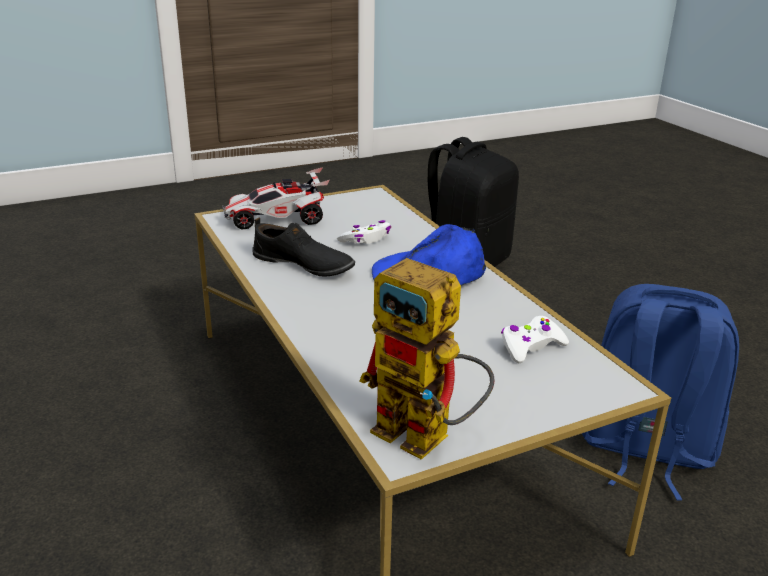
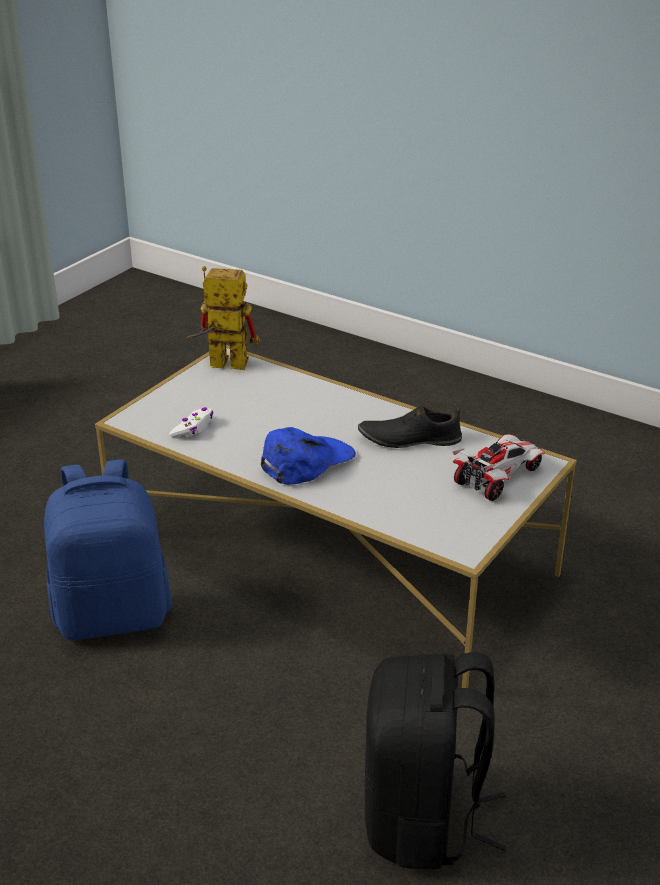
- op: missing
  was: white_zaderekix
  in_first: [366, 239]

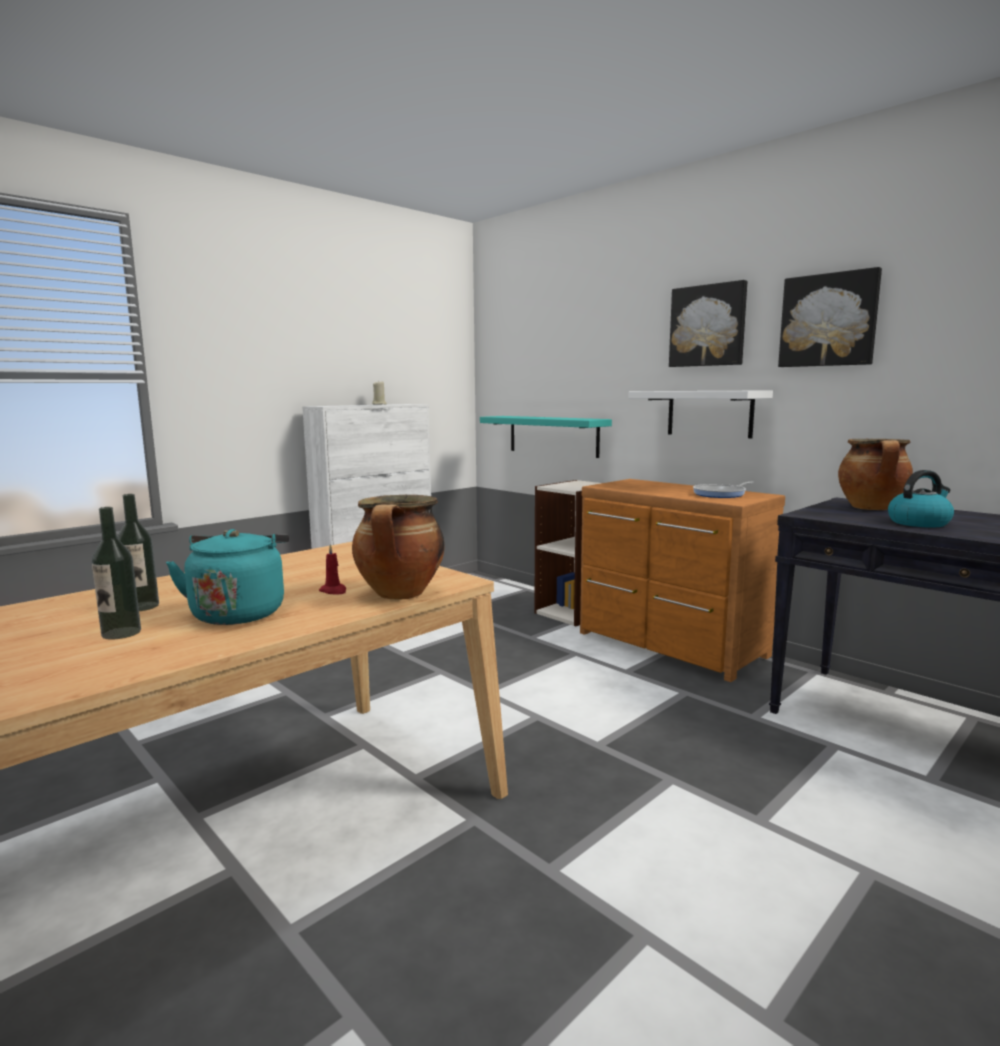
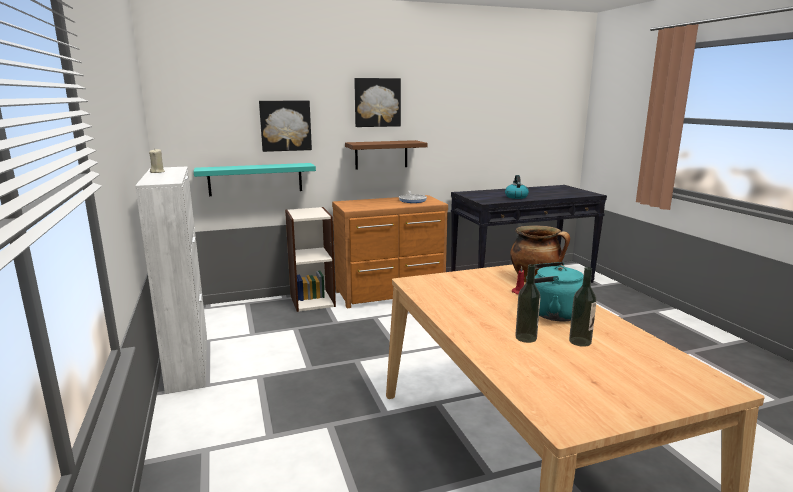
- op: relocated
  was: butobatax
  in_first: [829, 320]
  in_second: [285, 125]
- op: colour
  was: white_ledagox
  now: brown_ledagox
  in_first: [709, 413]
  in_second: [381, 154]
- op: missing
  was: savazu
  in_first: [872, 508]

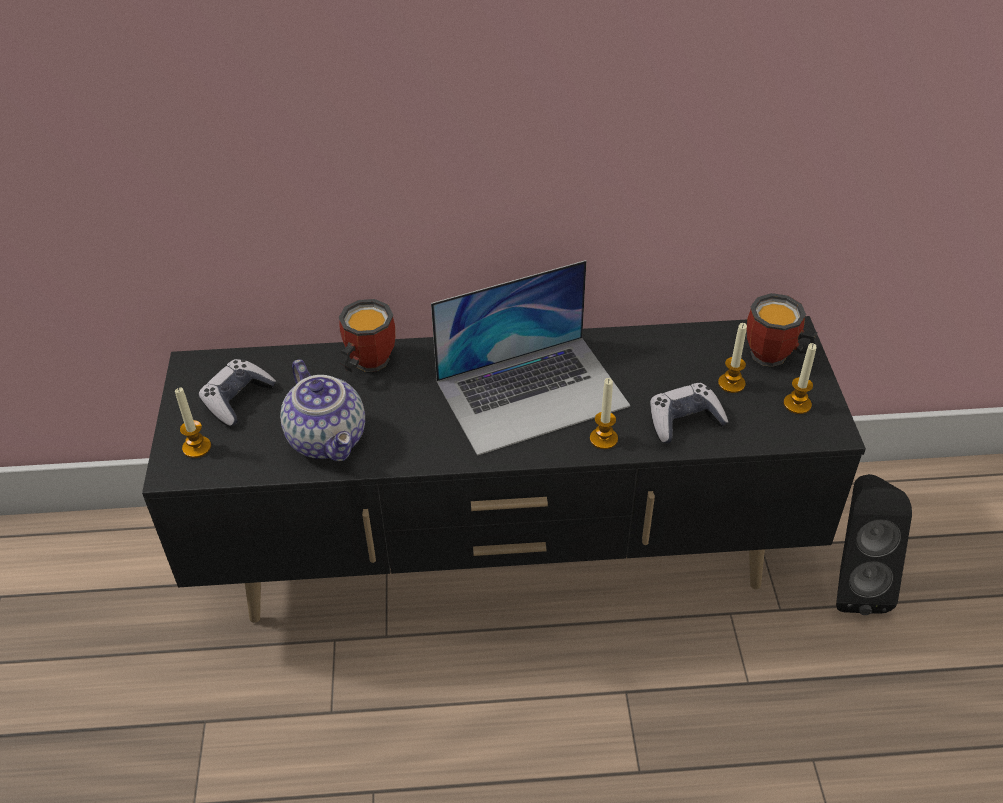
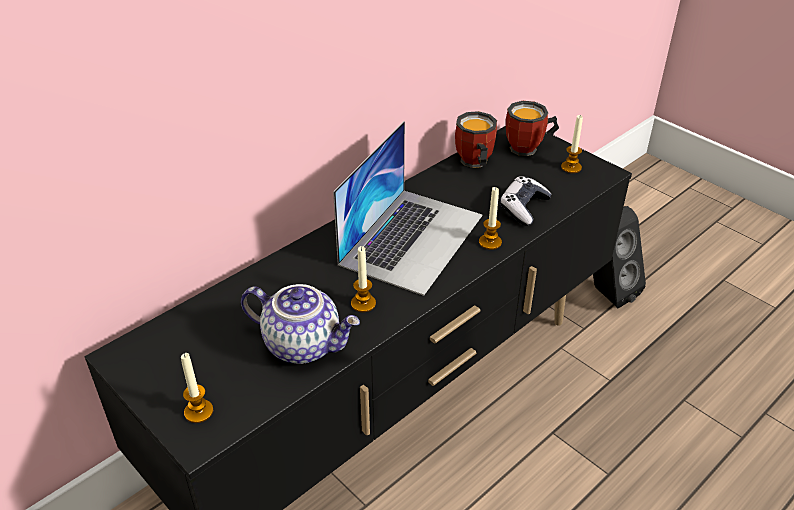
- op: relocated
  was: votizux
  in_first: [365, 363]
  in_second: [473, 163]
- op: relocated
  was: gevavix
  in_first: [731, 383]
  in_second: [363, 303]
- op: missing
  was: zaderekix
  in_first: [237, 399]

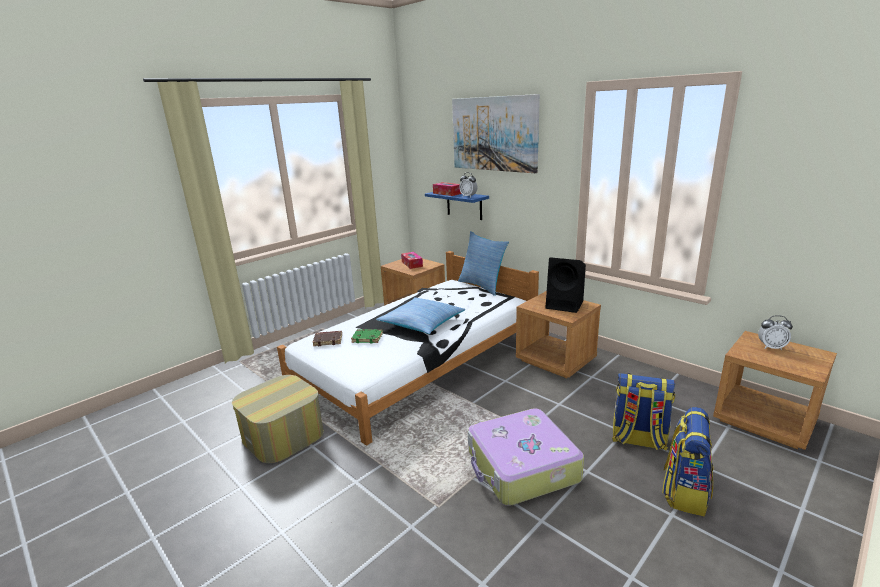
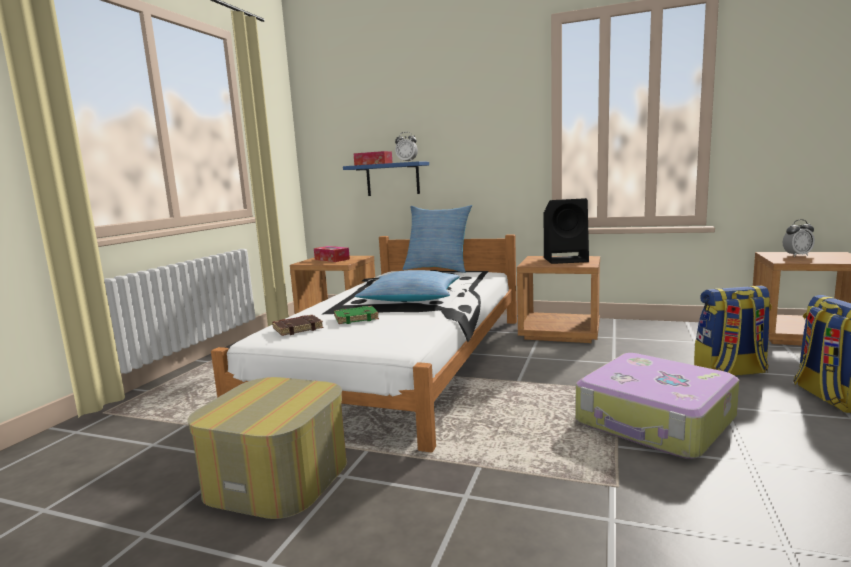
- op: missing
  was: butobatax
  in_first: [494, 134]

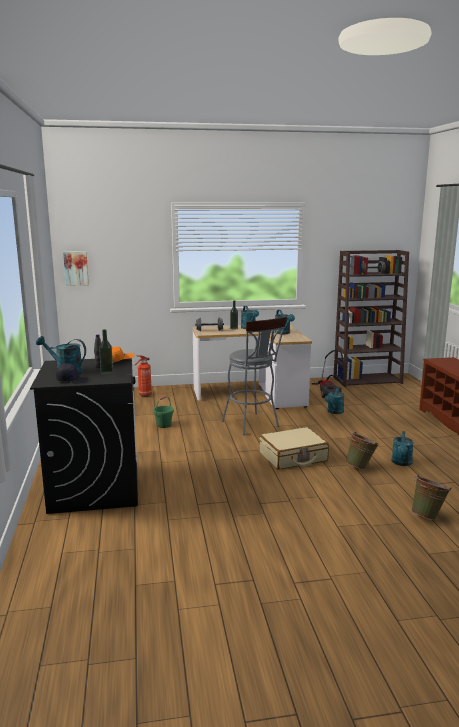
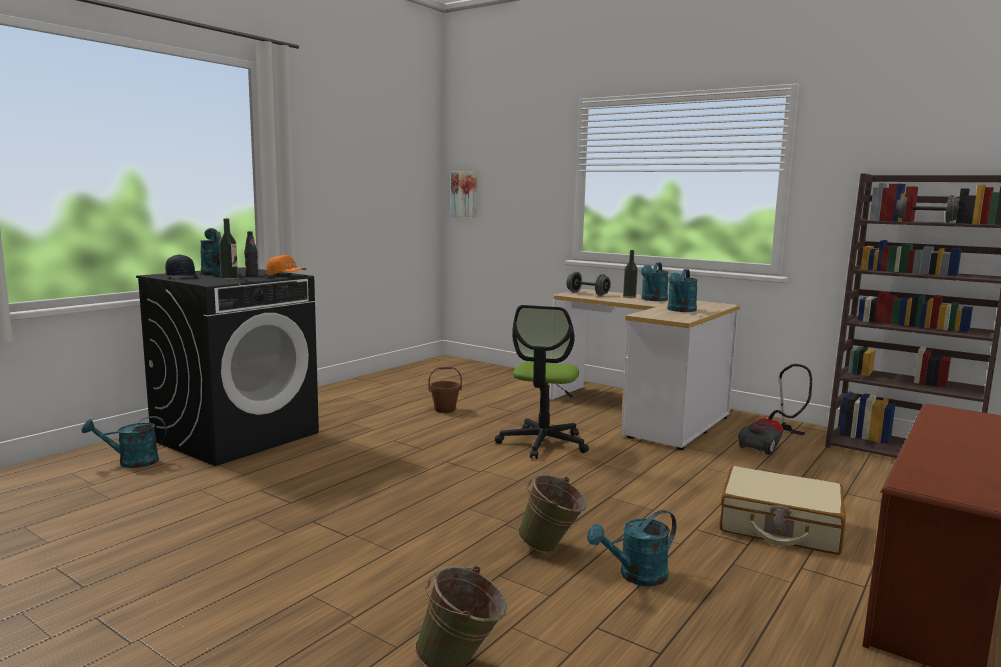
- op: exchanged
  was: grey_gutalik
  now: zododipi
  in_first: [253, 425]
  in_second: [543, 443]
- op: missing
  was: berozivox
  in_first: [144, 395]
- op: relocated
  was: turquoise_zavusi
  in_first: [334, 412]
  in_second: [131, 462]
- op: colour
  was: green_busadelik
  now: brown_busadelik
  in_first: [163, 425]
  in_second: [445, 409]
- op: relocated
  was: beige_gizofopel
  in_first: [293, 457]
  in_second: [779, 526]

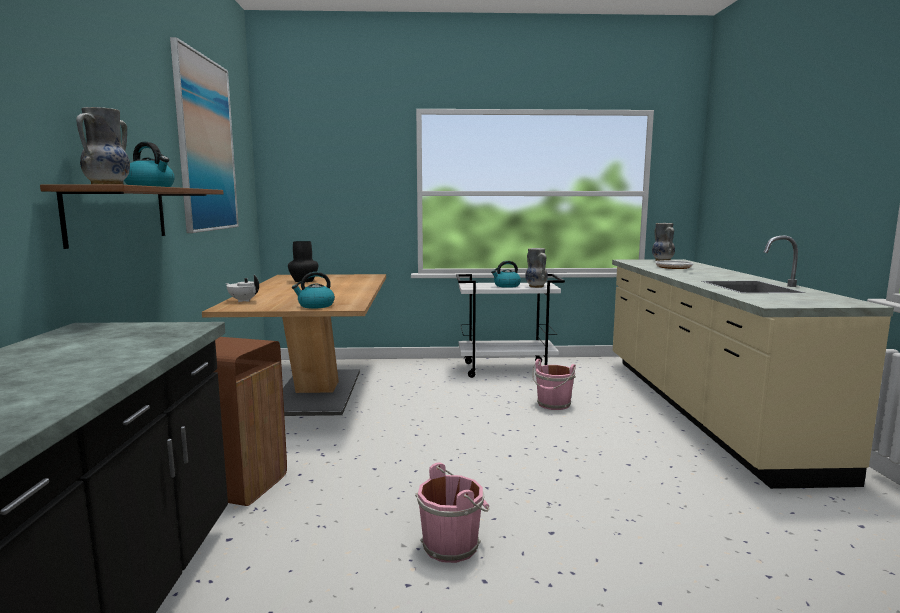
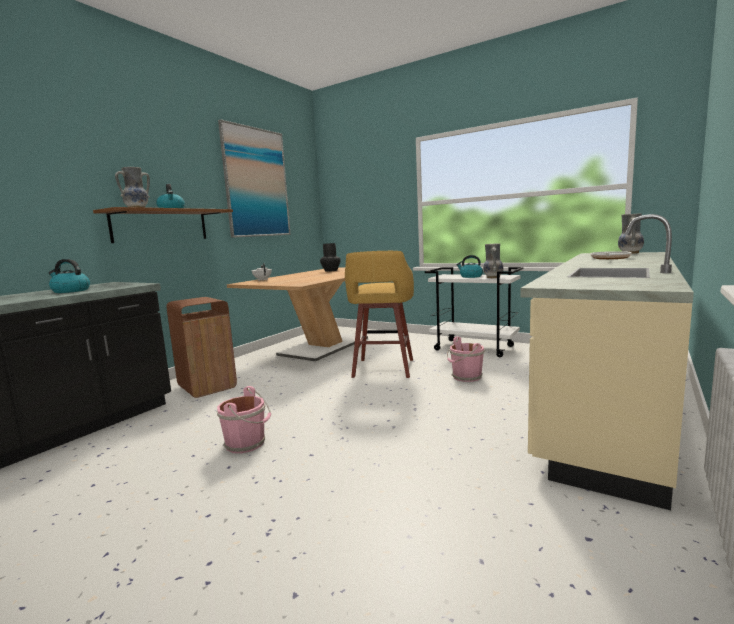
- op: relocated
  was: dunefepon
  in_first: [315, 306]
  in_second: [70, 291]
- op: appeared
  now: yellow_gutalik
  in_second: [383, 369]

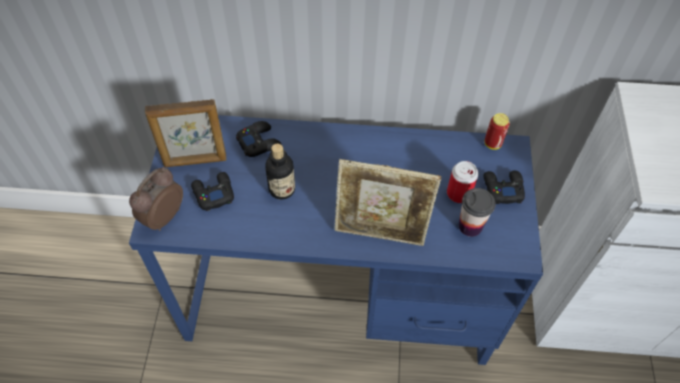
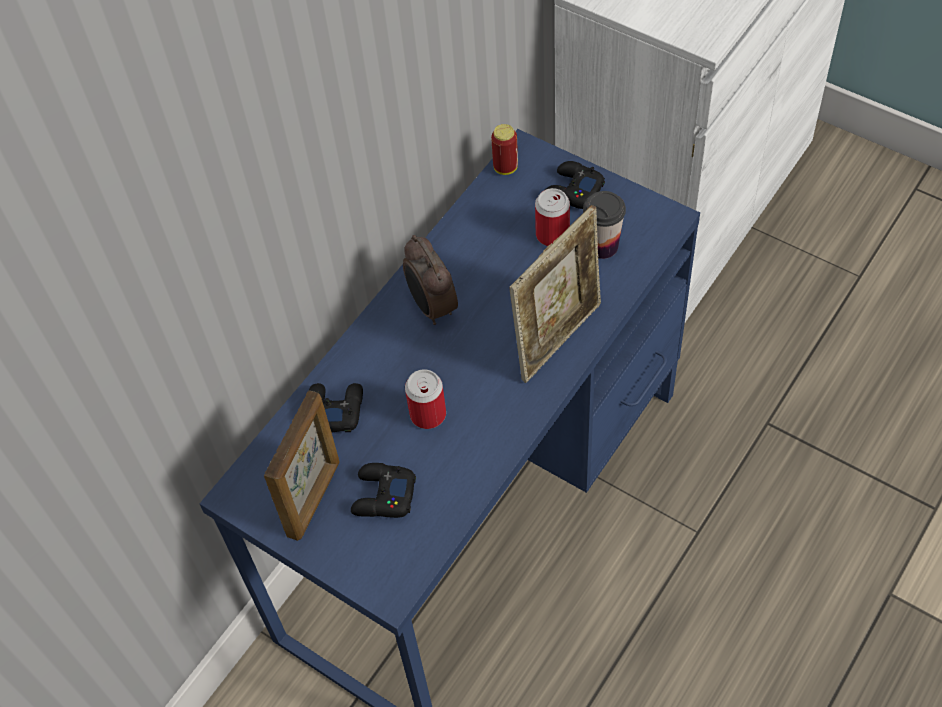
- op: exchanged
  was: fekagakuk
  now: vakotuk
  in_first: [282, 189]
  in_second: [428, 414]
- op: relocated
  was: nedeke
  in_first: [163, 217]
  in_second: [432, 307]

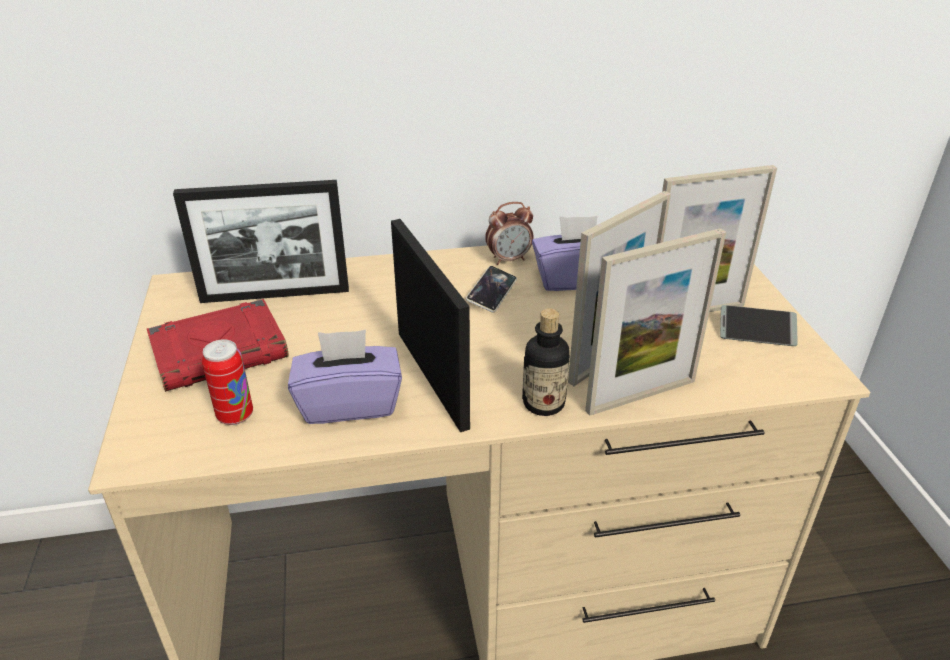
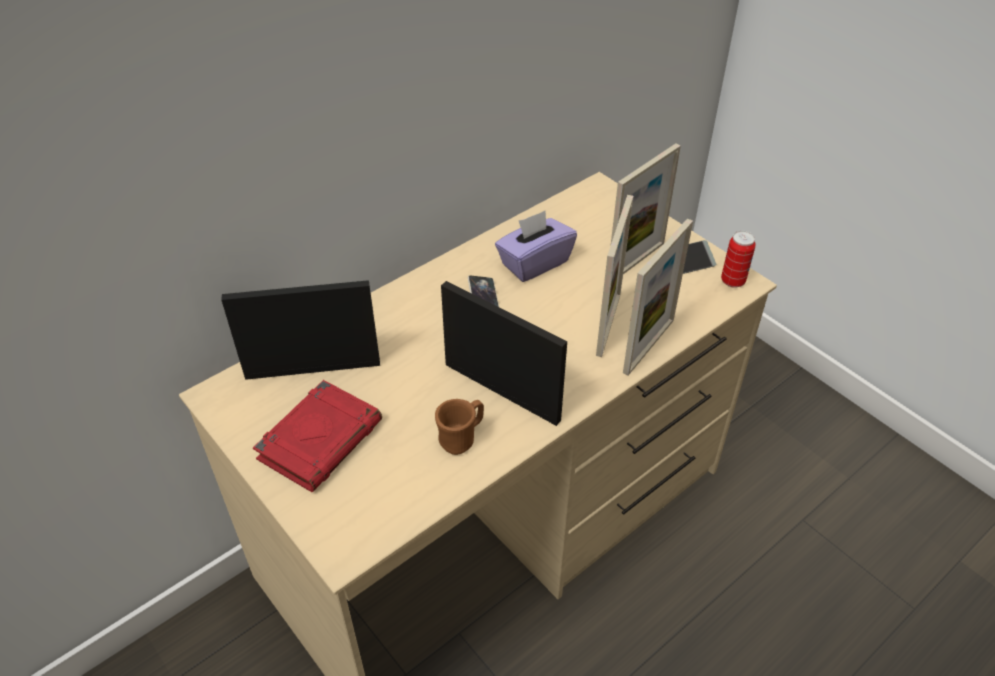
- op: spun
  was: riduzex
  in_first: [275, 295]
  in_second: [313, 369]
  clockwise: -150
- op: missing
  was: nedeke
  in_first: [509, 259]
- op: missing
  was: fekagakuk
  in_first: [543, 403]
- op: exchanged
  was: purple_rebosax
  now: brown_votizux
  in_first: [349, 403]
  in_second: [461, 438]
- op: relocated
  was: vakotuk
  in_first: [235, 415]
  in_second: [733, 281]

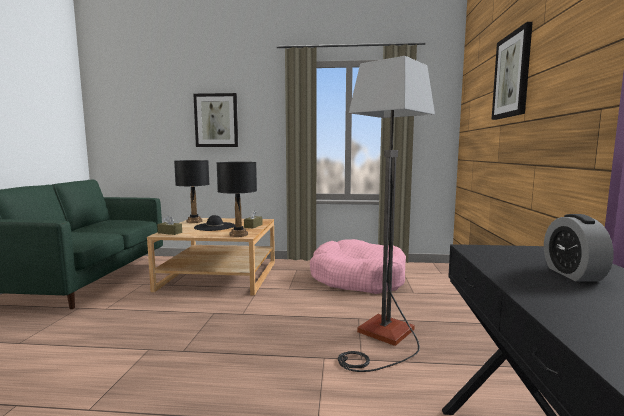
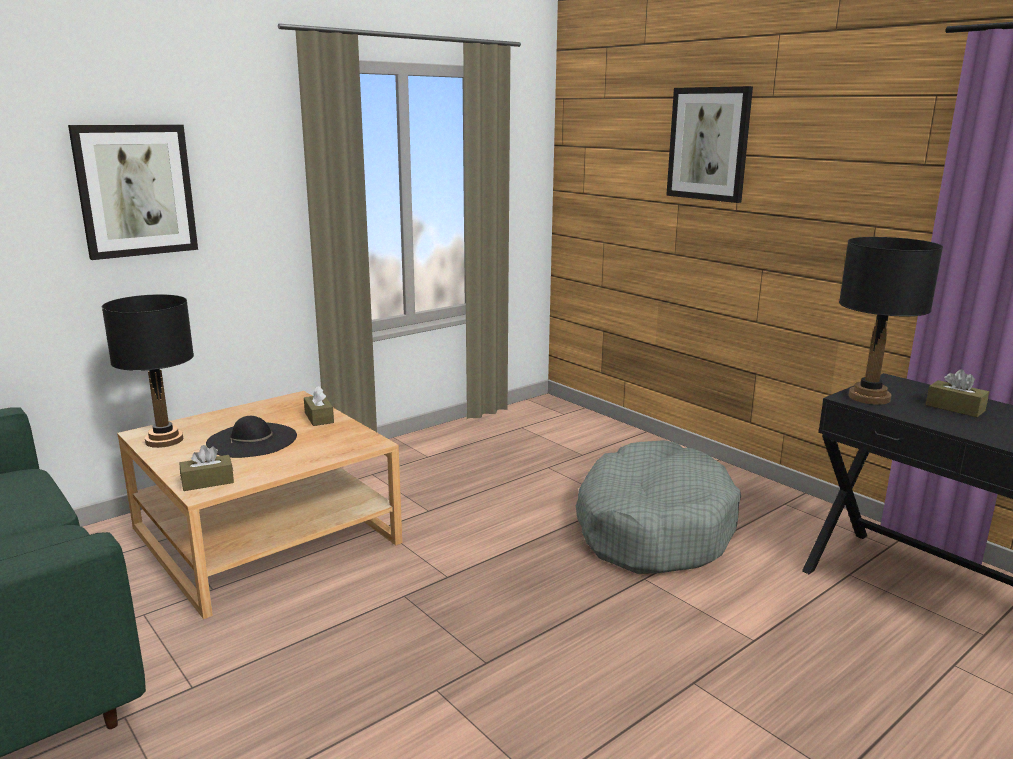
- op: exchanged
  was: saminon
  now: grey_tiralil
  in_first: [382, 338]
  in_second: [653, 527]
- op: relocated
  was: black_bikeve
  in_first: [239, 235]
  in_second: [869, 397]
- op: exchanged
  was: nedeke
  now: brown_rebosax
  in_first: [572, 274]
  in_second: [955, 408]
- op: missing
  was: pink_tiralil
  in_first: [357, 278]

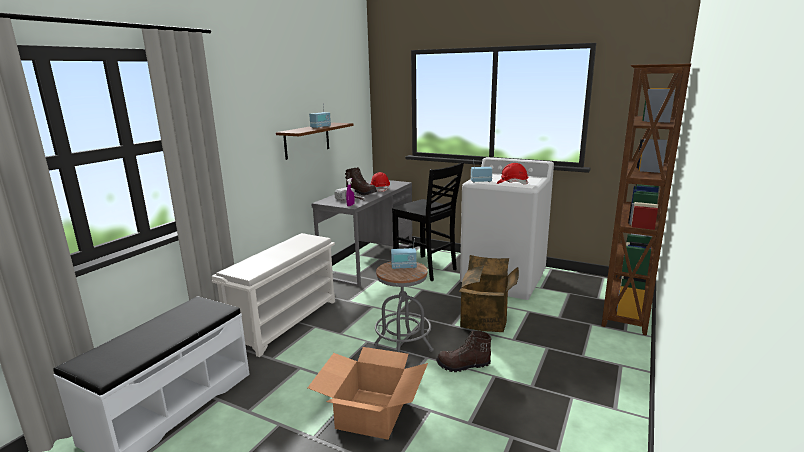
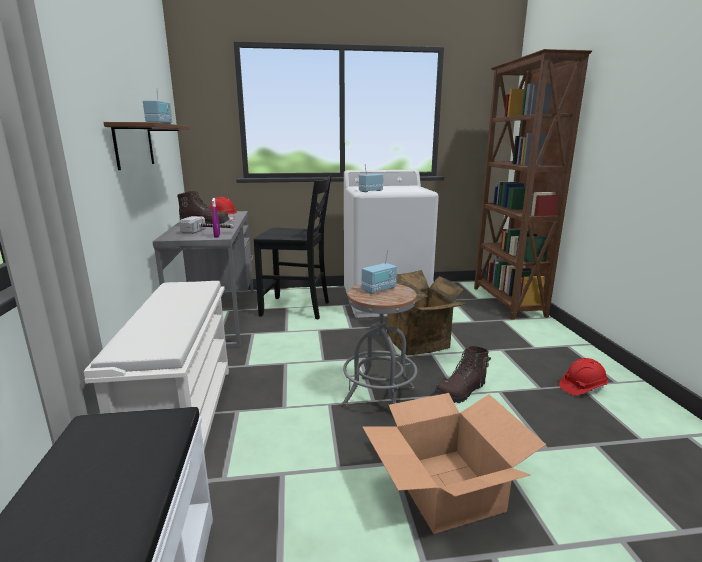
- op: relocated
  was: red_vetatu
  in_first: [512, 183]
  in_second: [582, 387]

